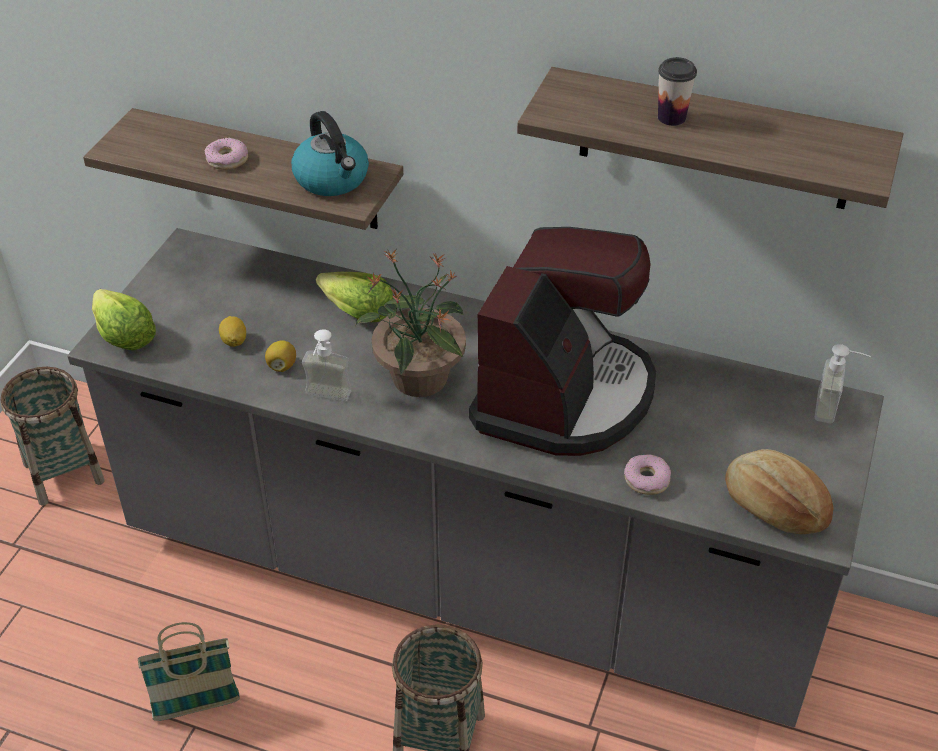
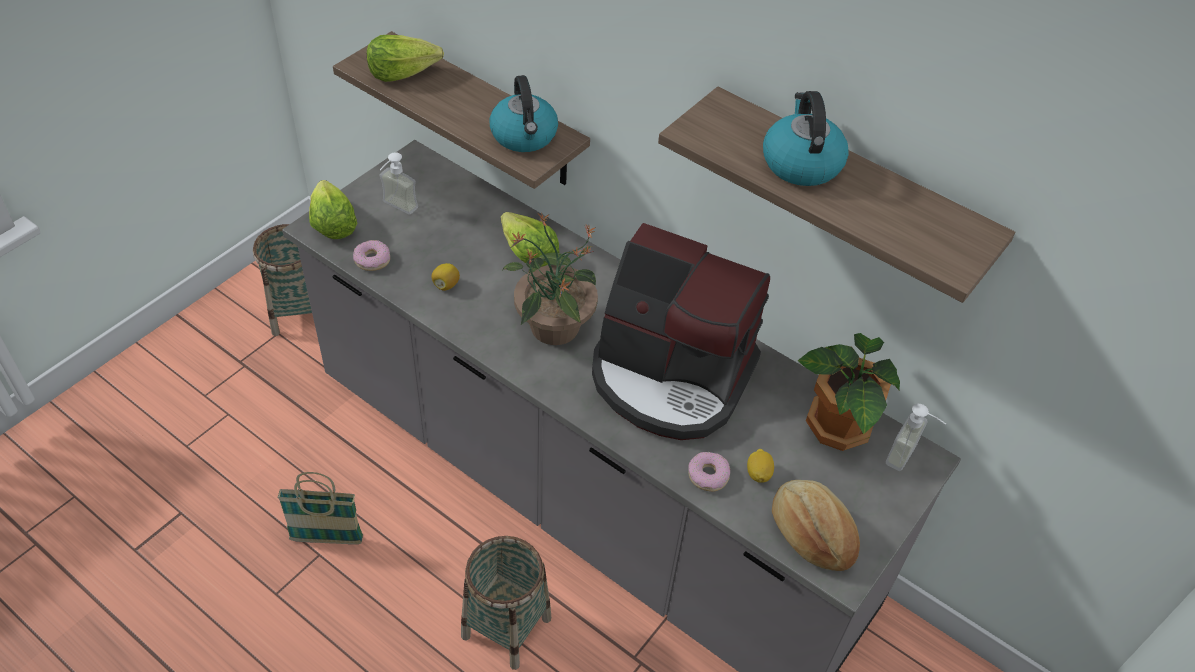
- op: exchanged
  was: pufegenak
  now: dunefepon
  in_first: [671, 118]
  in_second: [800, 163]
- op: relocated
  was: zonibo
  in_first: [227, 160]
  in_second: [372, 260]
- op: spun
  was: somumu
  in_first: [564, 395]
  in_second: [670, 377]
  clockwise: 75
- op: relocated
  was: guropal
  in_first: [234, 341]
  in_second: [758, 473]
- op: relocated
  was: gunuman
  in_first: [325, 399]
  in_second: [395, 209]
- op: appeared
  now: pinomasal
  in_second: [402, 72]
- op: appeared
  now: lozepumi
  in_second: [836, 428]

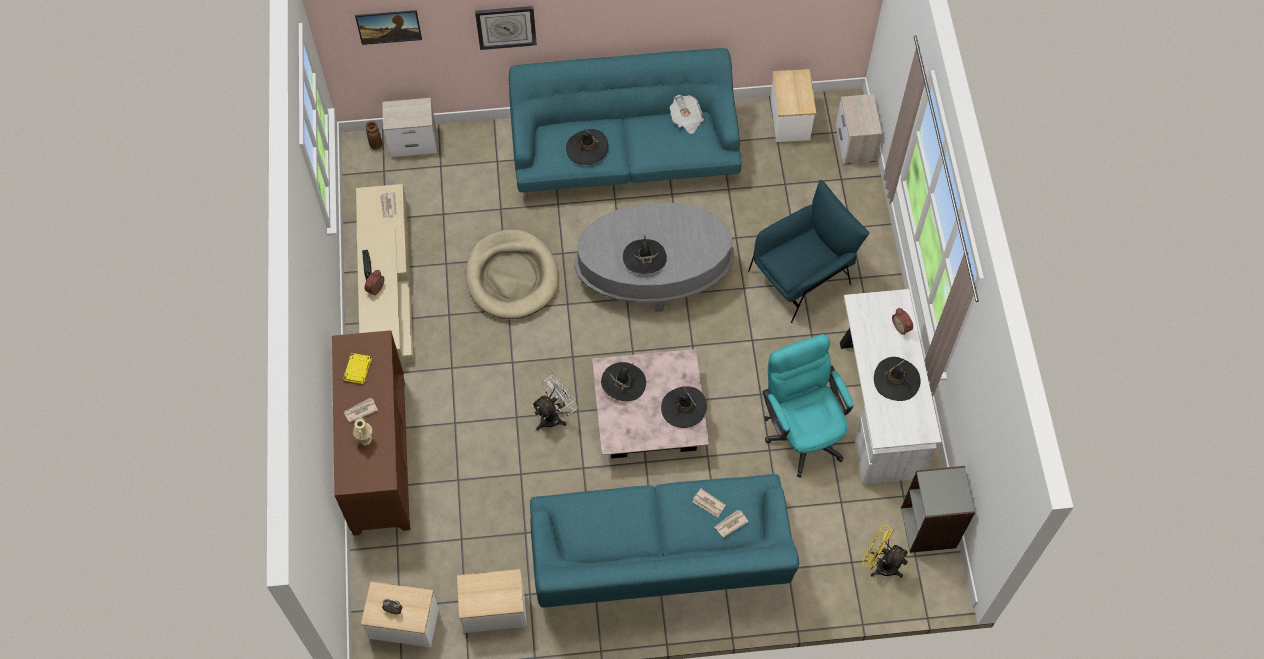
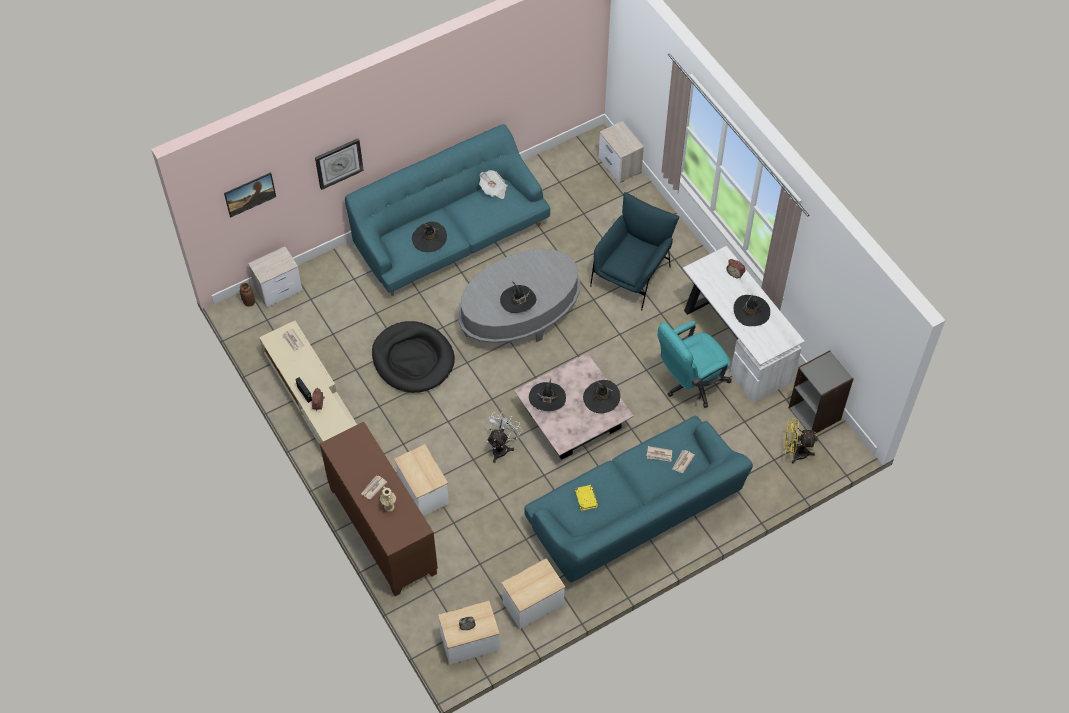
- op: relocated
  was: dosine
  in_first: [790, 119]
  in_second: [423, 491]
- op: colour
  was: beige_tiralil
  now: black_tiralil
  in_first: [512, 277]
  in_second: [413, 359]
- op: spun
  was: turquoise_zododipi
  in_first: [802, 431]
  in_second: [690, 383]
  clockwise: -75
- op: relocated
  was: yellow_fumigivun
  in_first: [358, 369]
  in_second: [586, 498]

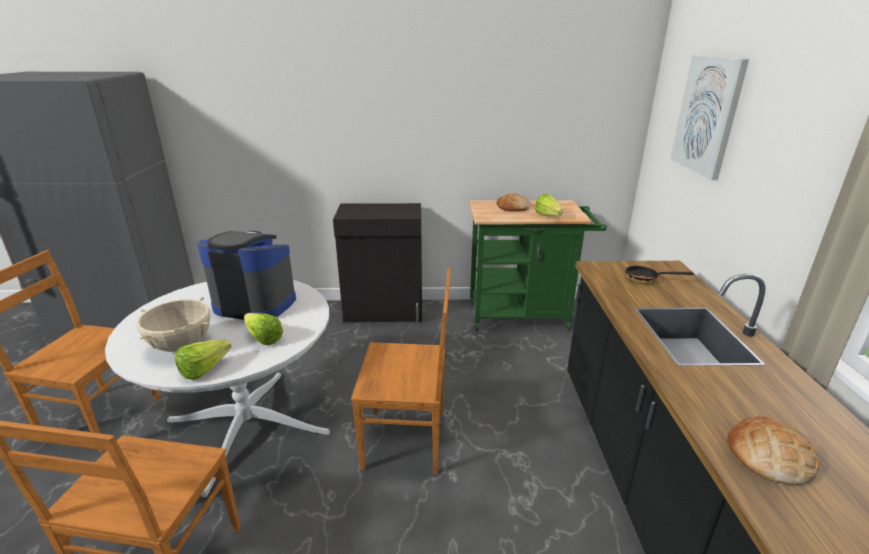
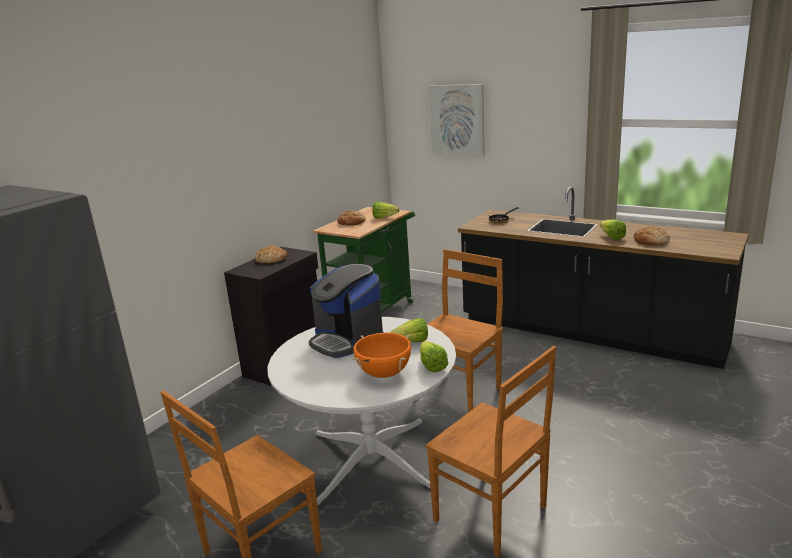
- op: spun
  was: somumu
  in_first: [255, 303]
  in_second: [347, 341]
  clockwise: -90
- op: colour
  was: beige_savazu
  now: orange_savazu
  in_first: [182, 346]
  in_second: [384, 374]
- op: appeared
  now: pinomasal
  in_second: [610, 236]
- op: appeared
  now: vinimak
  in_second: [271, 259]

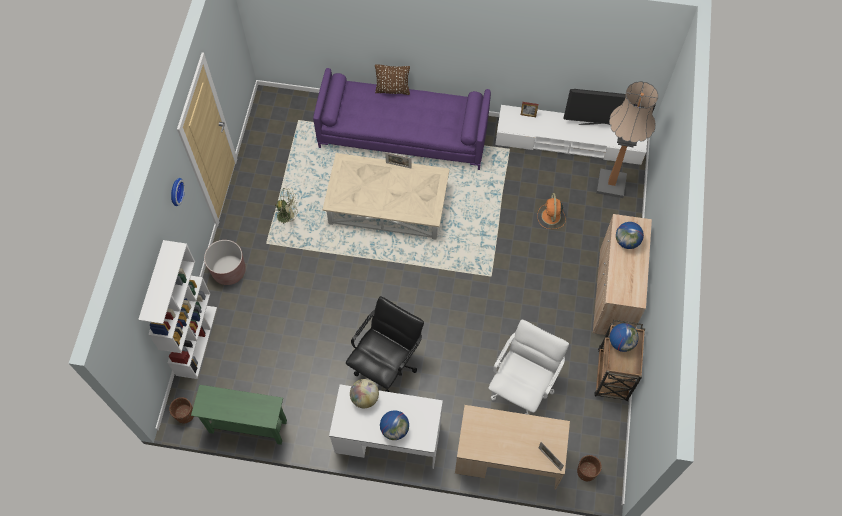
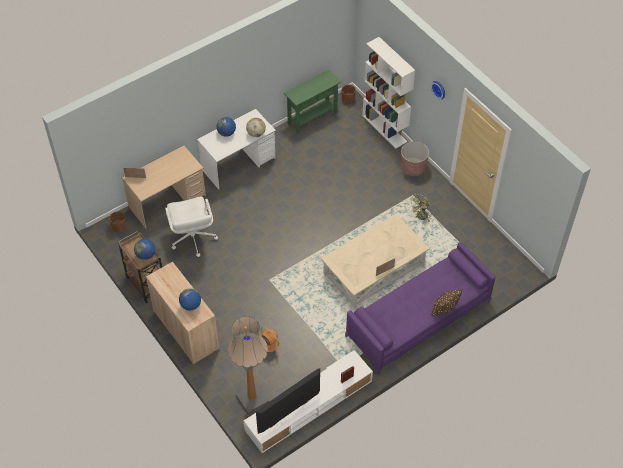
- op: missing
  was: black_zododipi
  in_first: [386, 363]

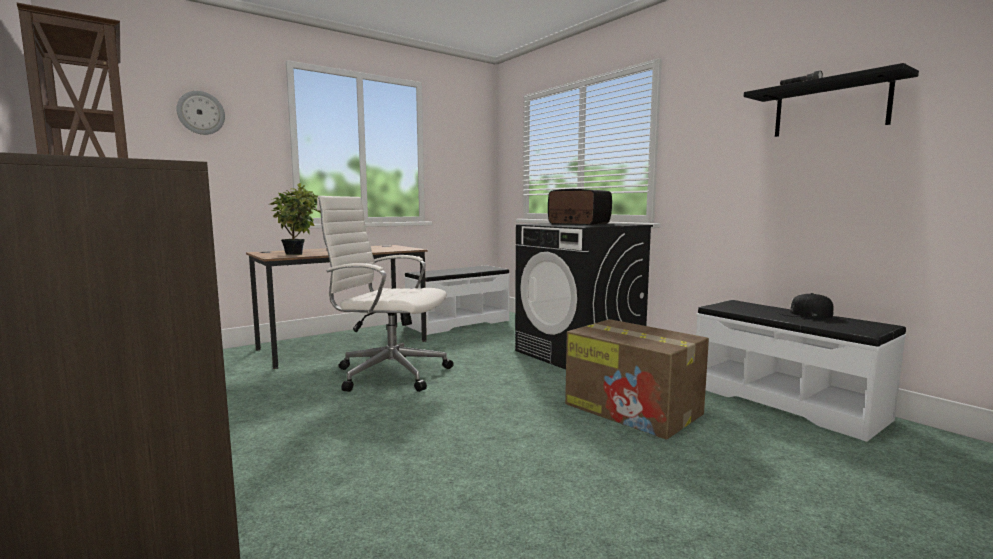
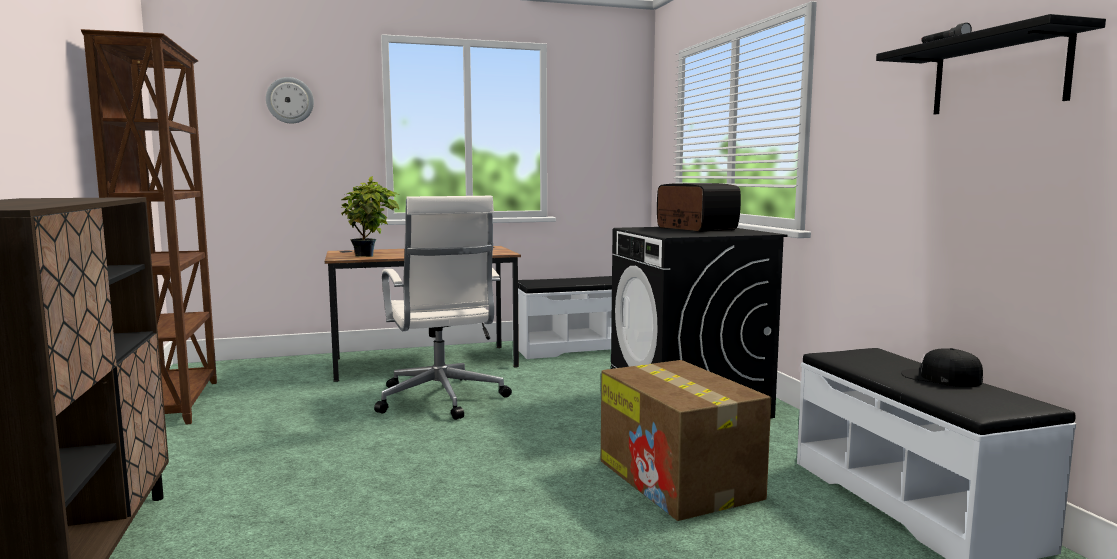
- op: spun
  was: white_zododipi
  in_first: [389, 373]
  in_second: [441, 400]
  clockwise: -150

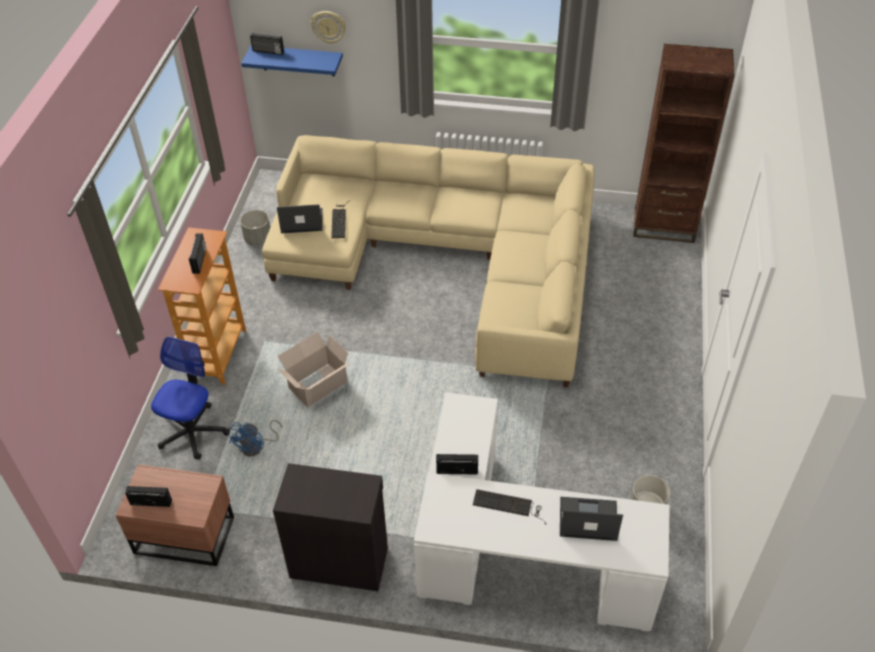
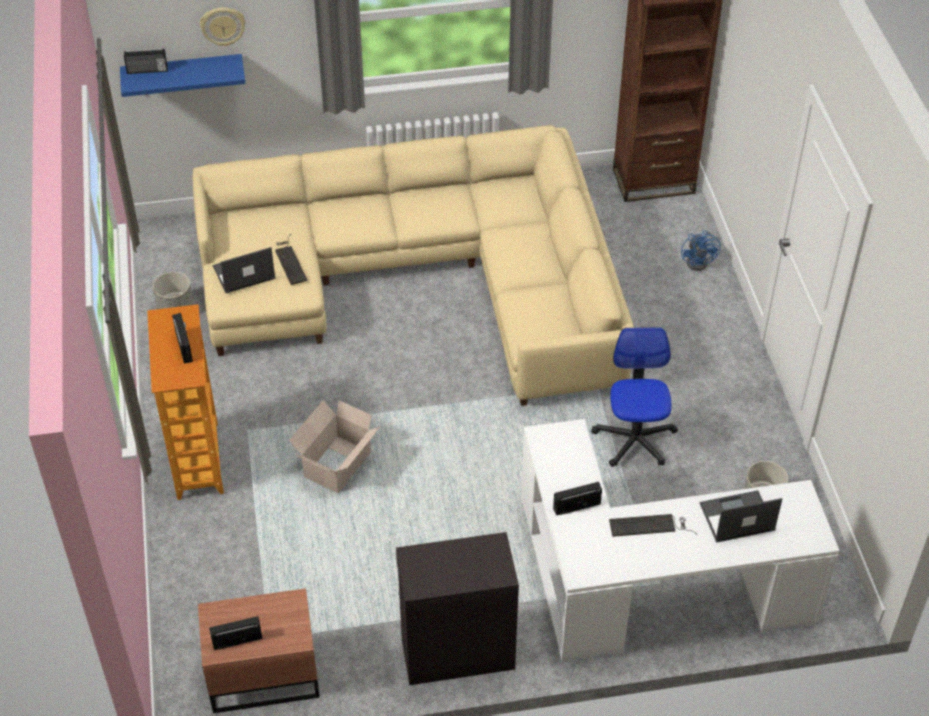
- op: relocated
  was: zododipi
  in_first: [193, 432]
  in_second: [634, 439]
- op: relocated
  was: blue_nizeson
  in_first: [256, 447]
  in_second: [700, 261]

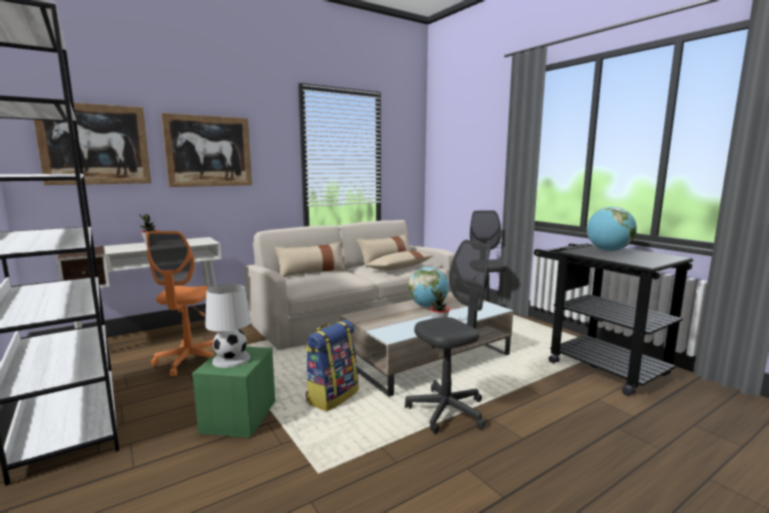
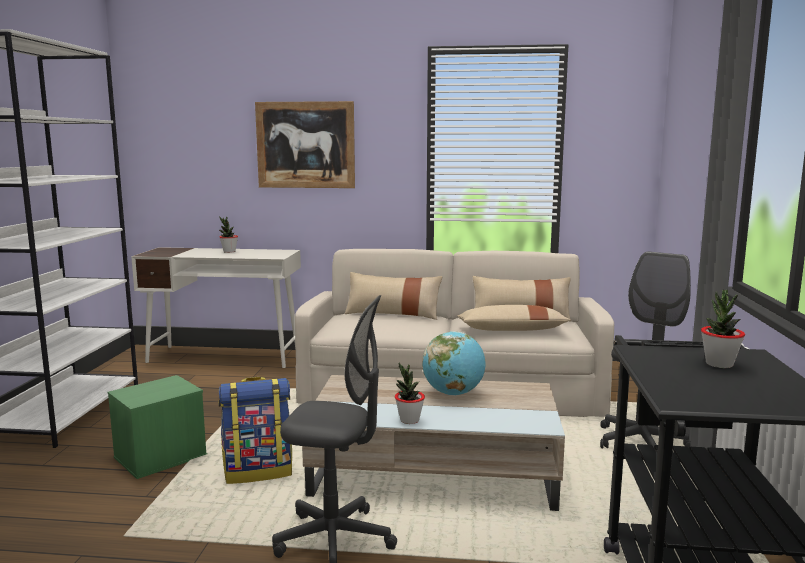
- op: missing
  was: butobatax
  in_first: [95, 144]
- op: exchanged
  was: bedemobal
  now: lozepumi
  in_first: [608, 251]
  in_second: [719, 364]
- op: missing
  was: orange_zododipi
  in_first: [189, 361]
- op: missing
  was: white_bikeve
  in_first: [231, 359]

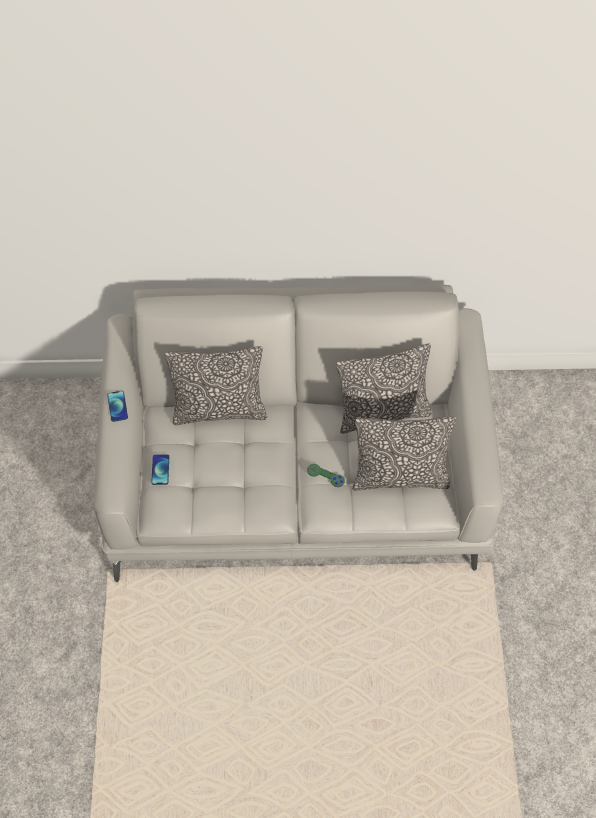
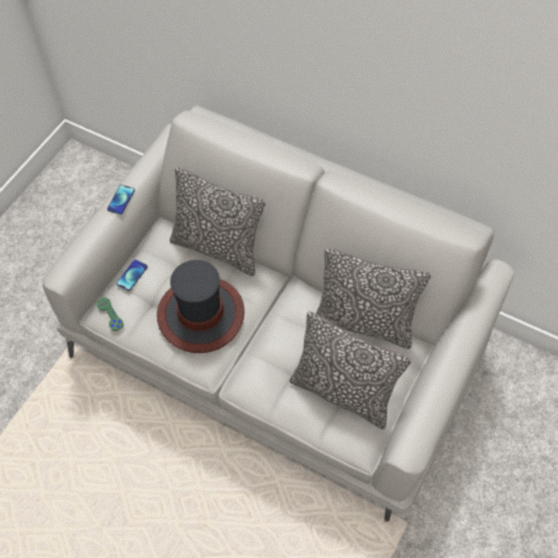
- op: relocated
  was: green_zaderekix
  in_first: [325, 476]
  in_second: [110, 314]
- op: appeared
  now: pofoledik
  in_second: [201, 315]

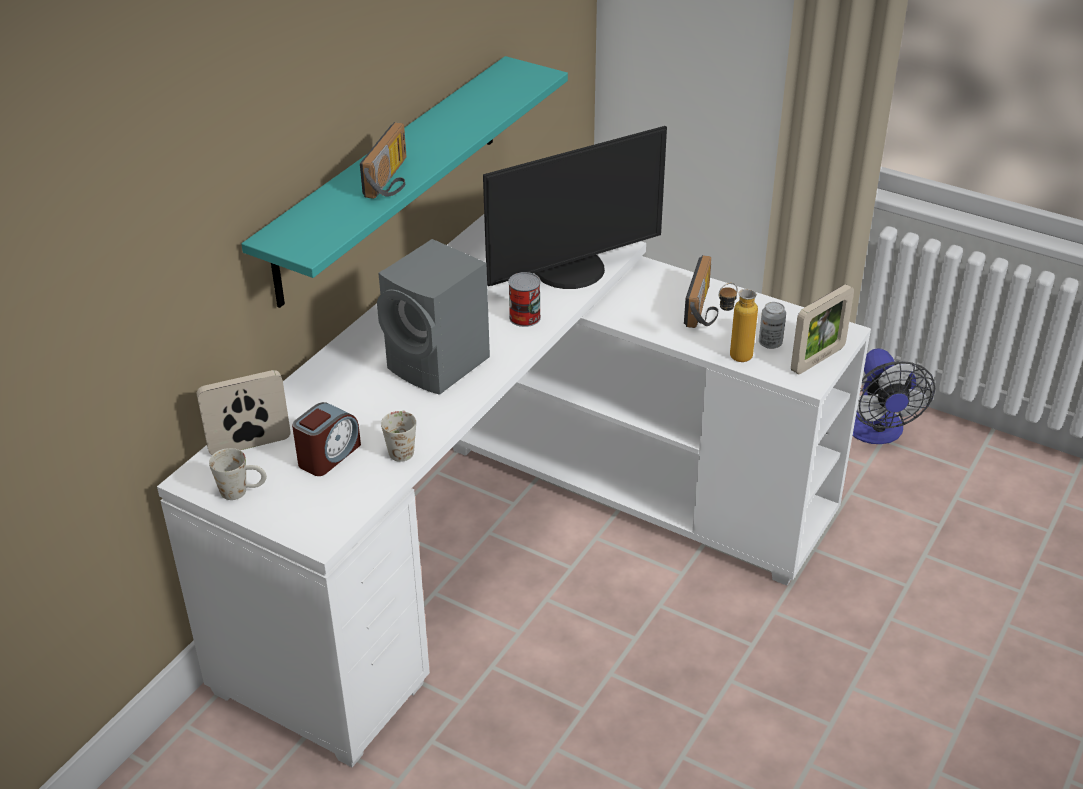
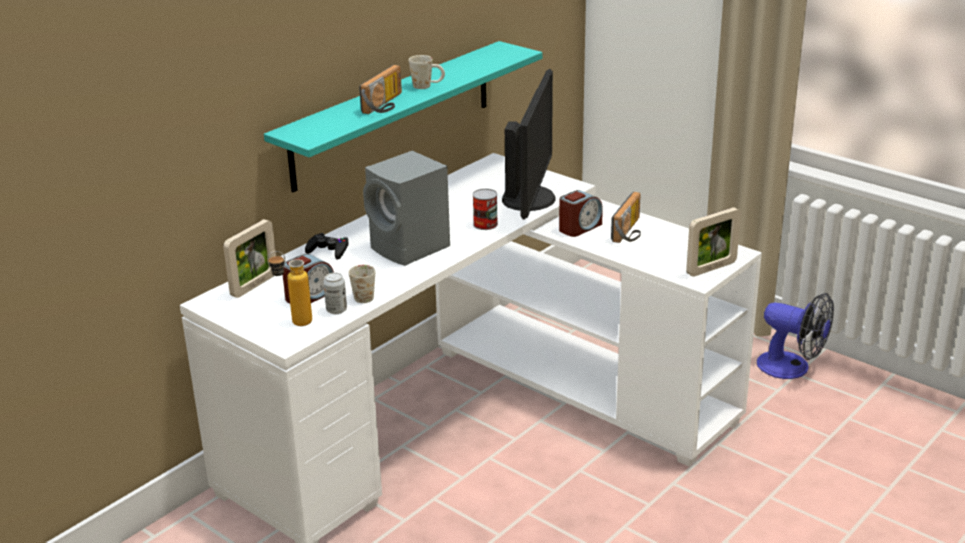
- op: spun
  was: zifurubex
  in_first: [571, 271]
  in_second: [531, 199]
  clockwise: -60
- op: relocated
  was: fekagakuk
  in_first: [732, 358]
  in_second: [293, 322]
- op: relocated
  was: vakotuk
  in_first: [770, 343]
  in_second: [336, 310]
- op: spun
  was: nizeson
  in_first: [876, 432]
  in_second: [792, 368]
  clockwise: -60
- op: spun
  was: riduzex
  in_first: [250, 445]
  in_second: [254, 285]
  clockwise: 135
- op: relocated
  was: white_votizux
  in_first: [242, 491]
  in_second: [427, 86]
- op: appeared
  now: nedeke
  in_second: [579, 227]
- op: appeared
  now: black_zaderekix
  in_second: [328, 250]

